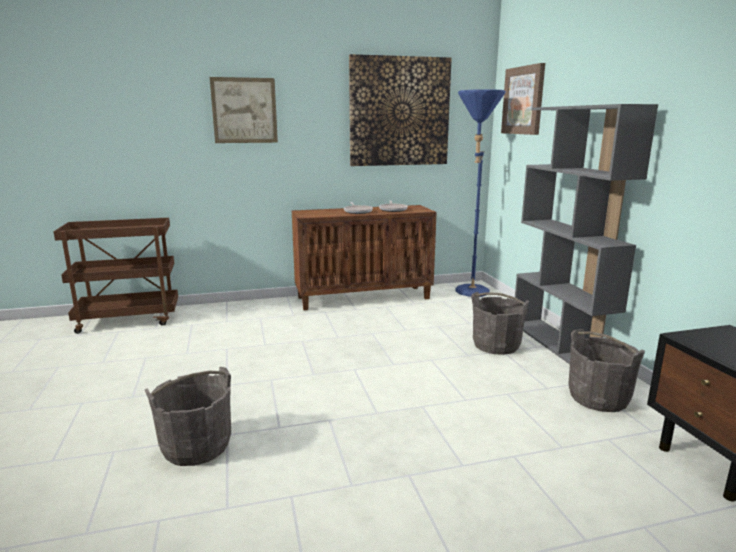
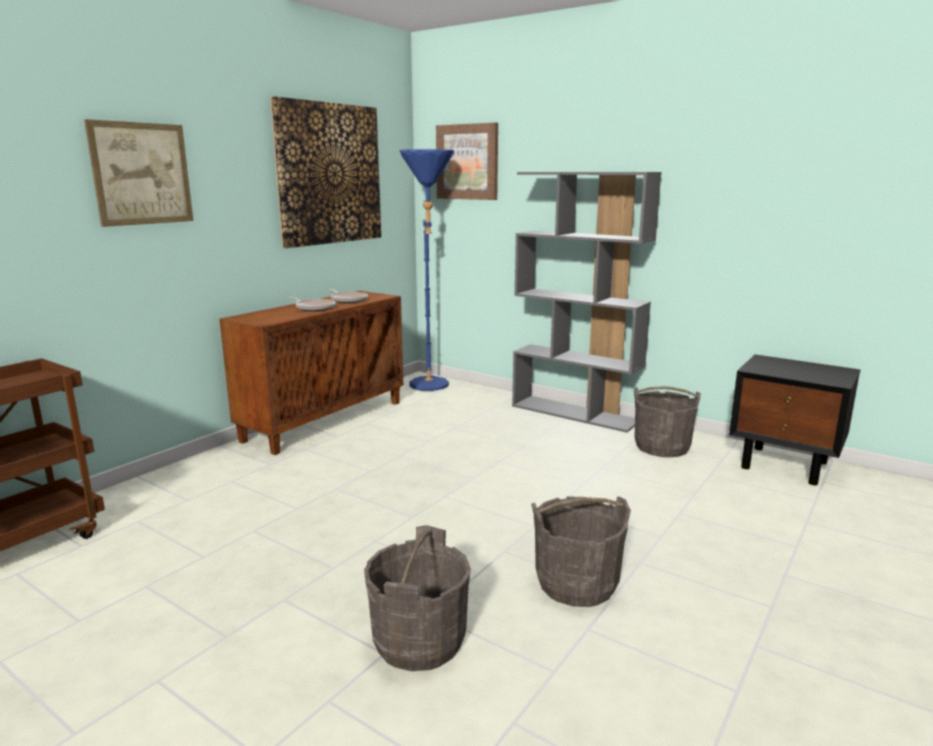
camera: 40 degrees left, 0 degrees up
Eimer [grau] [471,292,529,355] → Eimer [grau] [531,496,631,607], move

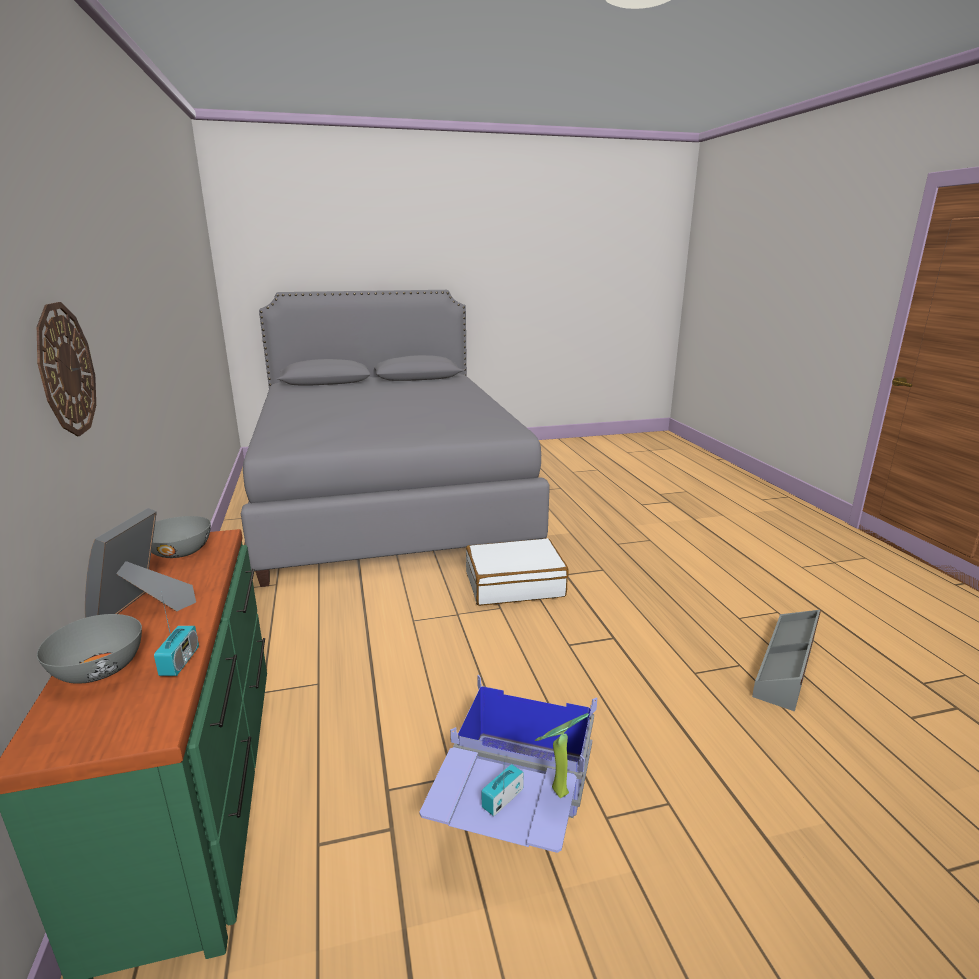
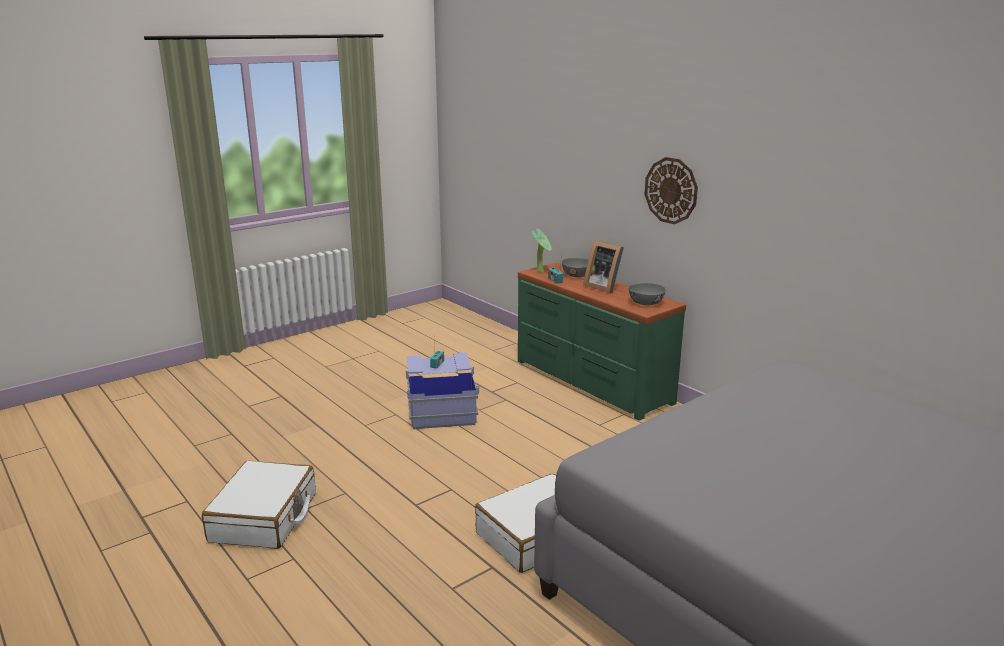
camera: 155 degrees right, 0 degrees up
Bilderrahmen [85,508,196,618] → Bilderrahmen [583,241,624,293], 150 degrees clockwise
Aufbewahrungsbox [grau] [752,610,821,712] → Koffer [weiß] [202,461,316,549]
Topfpflanze [535,713,589,798] → Topfpflanze [532,229,552,273], move

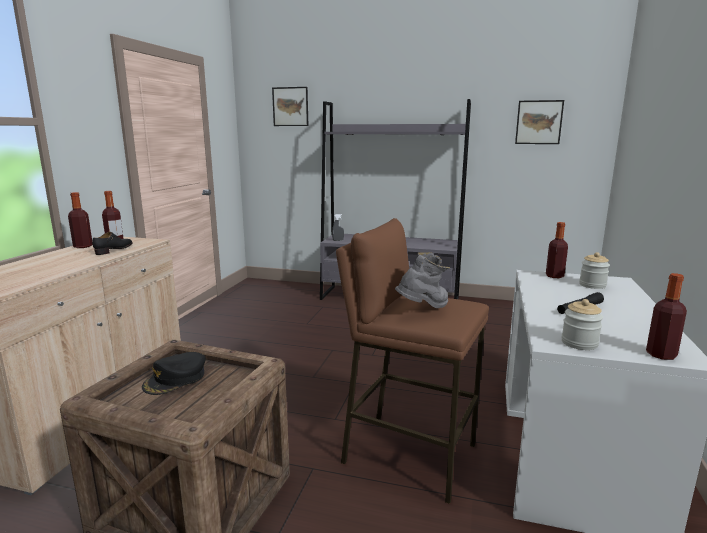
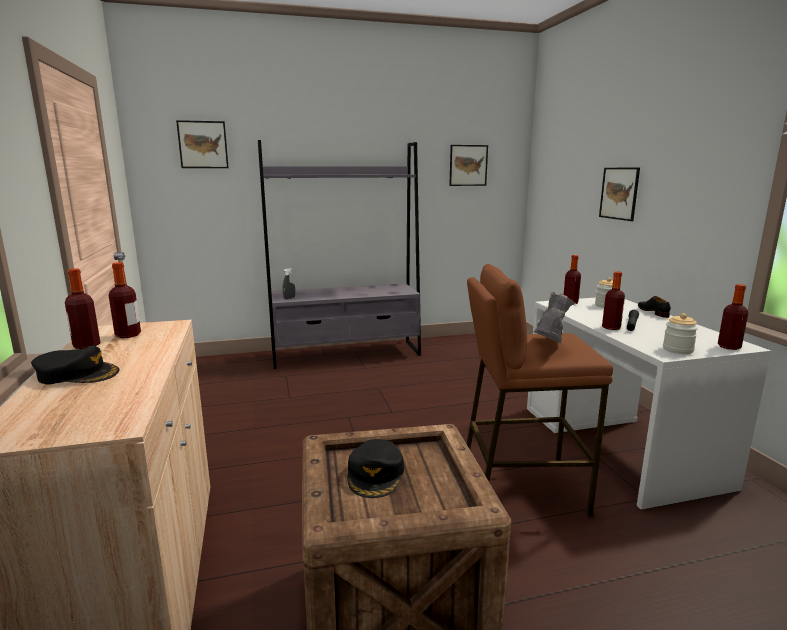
camera: 30 degrees left, 0 degrees up
Schuh [schwarz] [92,232,132,255] → Schuh [schwarz] [638,296,671,318], move
- → Bild [599,168,640,221]
- → Flasche [602,271,625,330]
- → Kappe [schwarz] [31,346,120,384]

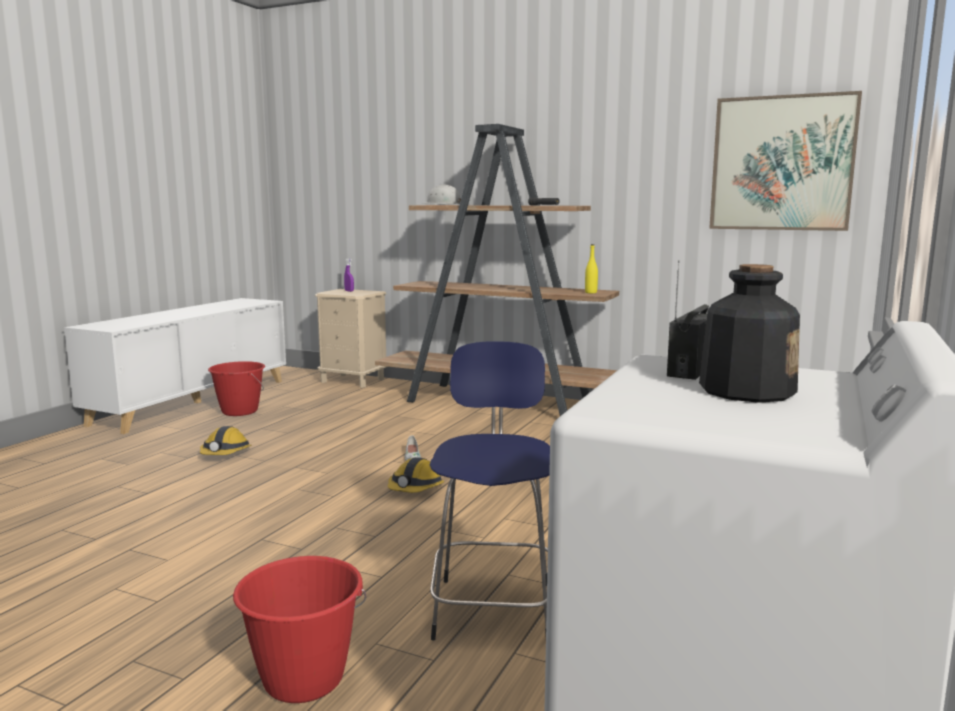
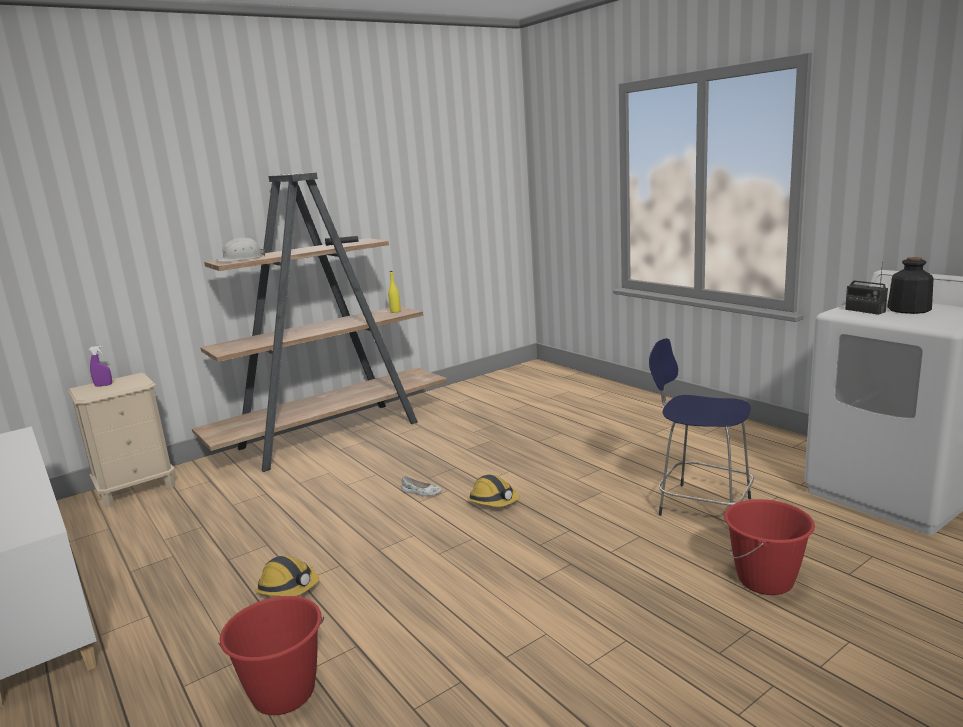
camera: 60 degrees left, 5 degrees up
Bild [709,91,862,231] → -
Eimer [rot] [208,361,265,416] → Eimer [rot] [218,596,324,715], move

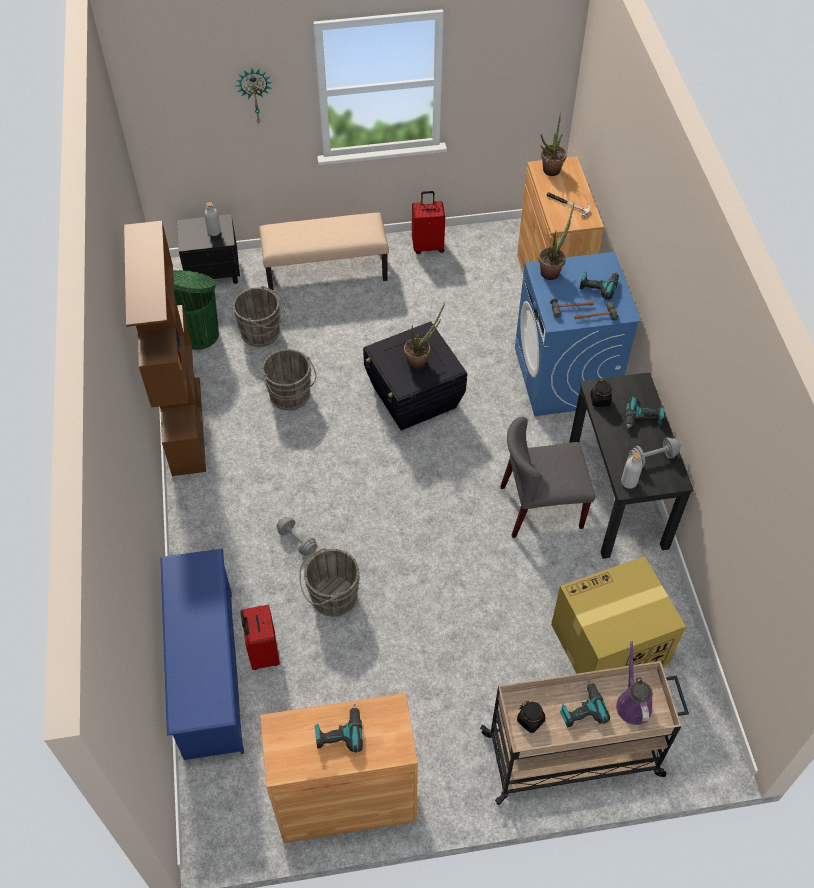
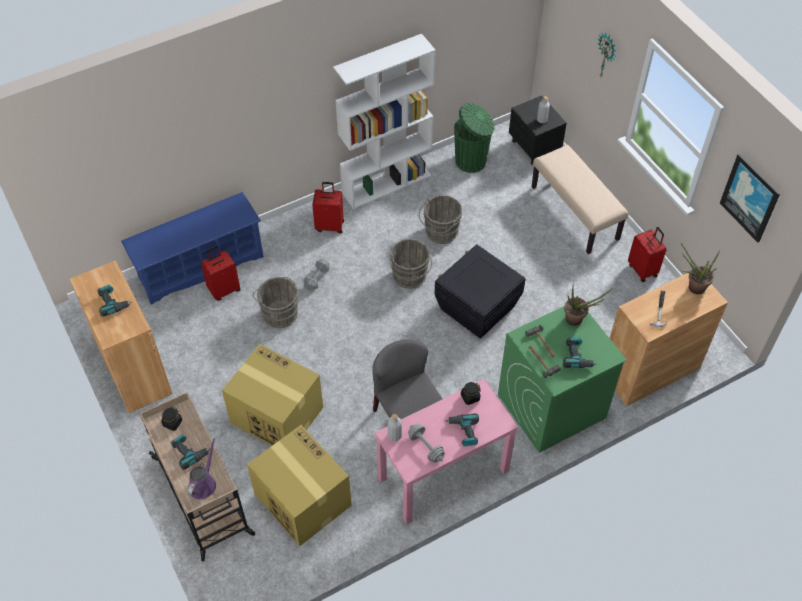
camera: 70 degrees right, 0 degrees up
Bücherregal [braun] [124,221,206,476] → Bücherregal [weiß] [333,34,436,209]
Waschmaschine [blau] [515,252,641,416] → Waschmaschine [grün] [498,306,627,453]
Eimer [grau] [233,286,285,347] → Eimer [grau] [389,239,432,289], move
Topfpflanze [404,302,445,370] → -
Schreibtisch [schwarz] [569,372,693,559] → Schreibtisch [rosa] [375,379,518,525]
Gießkanne [lila] [616,641,653,725] → Gießkanne [lila] [188,438,216,500], 45 degrees counterclockwise
- → Bild [720,154,780,243]
- → Koffer [rot] [312,182,344,234]
- → Karton [222,344,323,446]

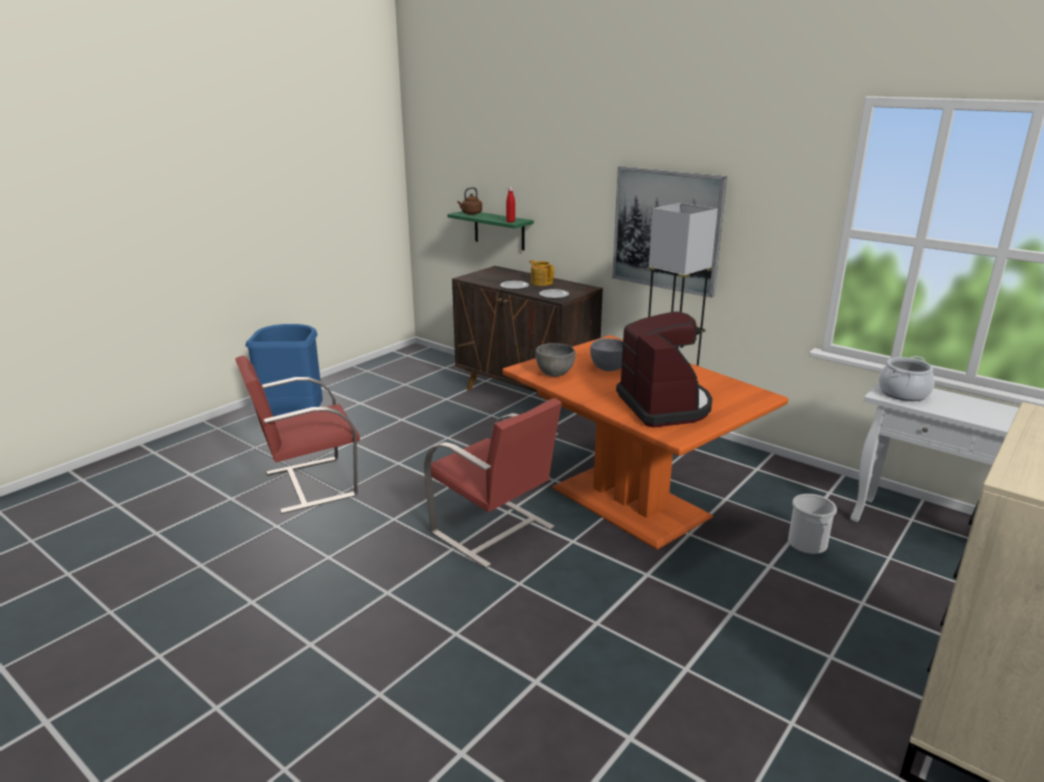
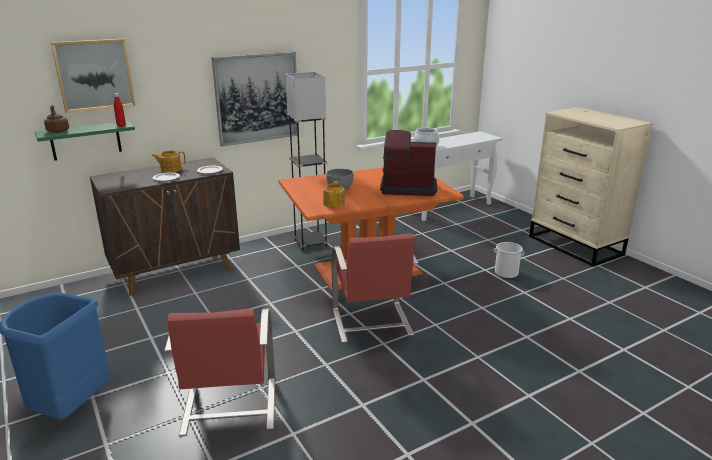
camera: 70 degrees left, 0 degrees up
Schüssel [grau] [535,343,575,377] → Teekanne [323,181,345,208]
Stuhl [rot] [424,398,562,568] → Stuhl [rot] [331,233,418,343], 105 degrees clockwise
Eimer [788,494,837,554] → Eimer [494,242,524,278], move
- → Bild [51,39,135,113]

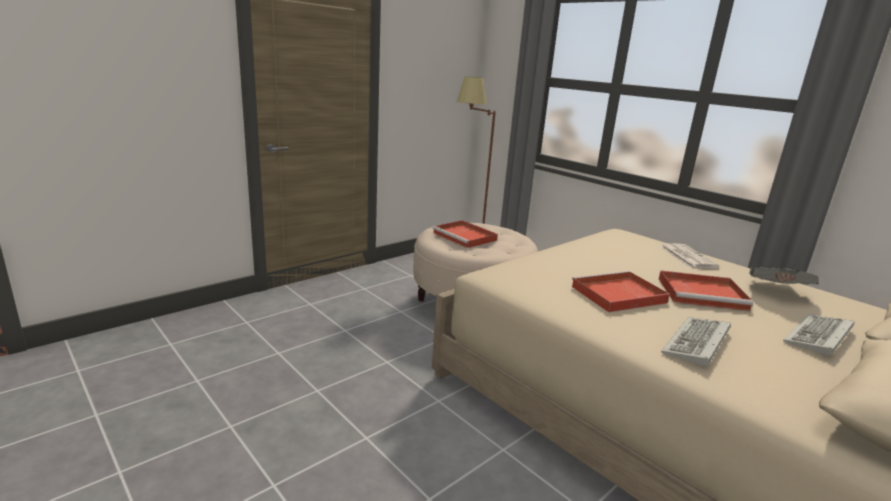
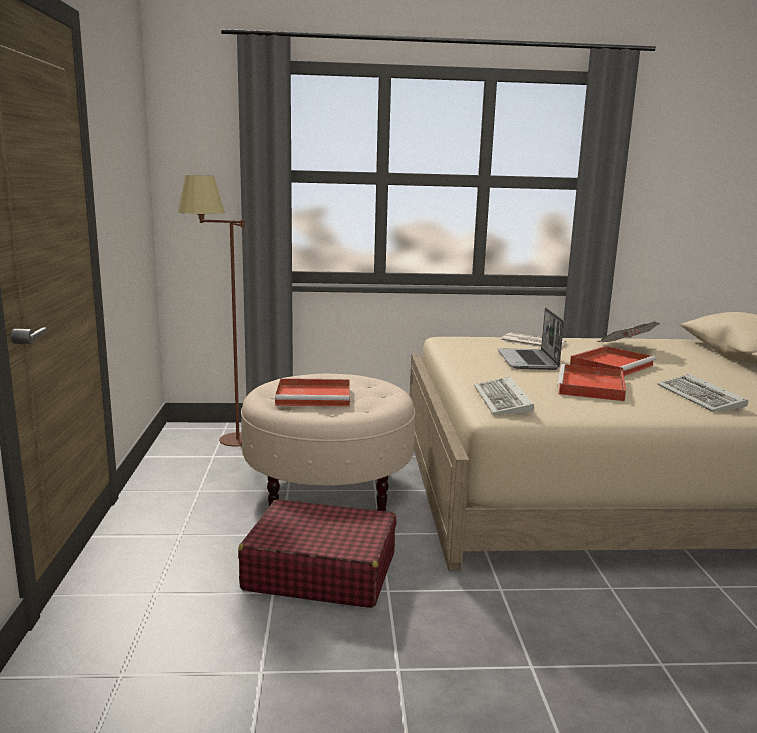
camera: 50 degrees left, 5 degrees down
Tastatur [783,314,854,356] → Tastatur [474,377,534,415], move
- → Laptop [498,308,564,370]
- → Koffer [rot] [238,500,397,608]

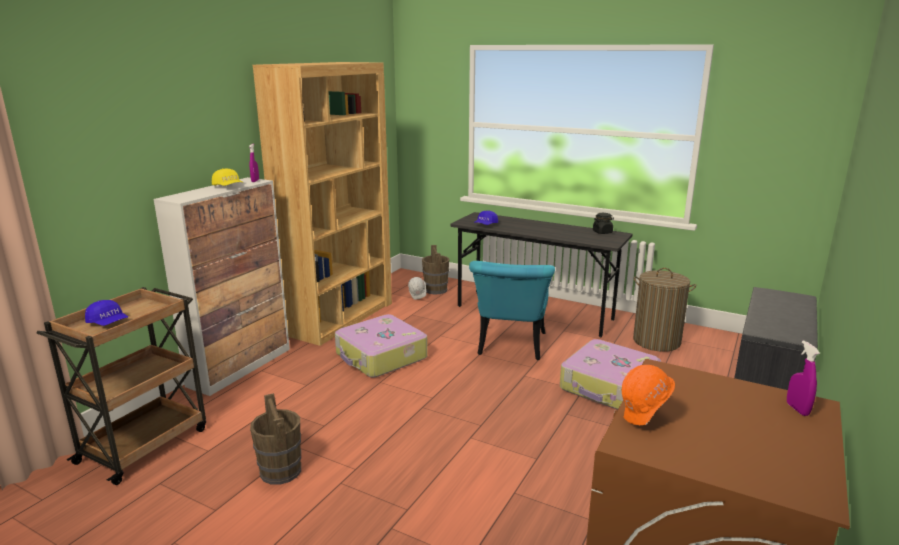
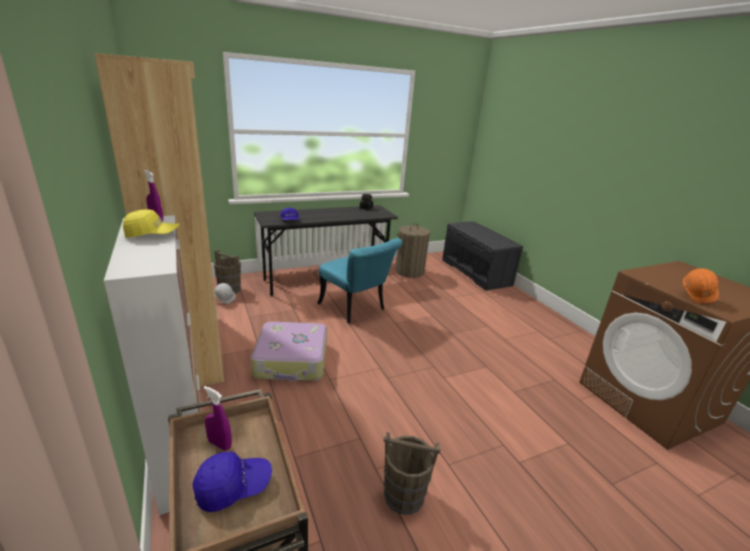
camera: 55 degrees left, 5 degrees up
Koffer [560,339,661,410] → -
Sprühflasche [lila] [787,340,820,416] → Sprühflasche [lila] [203,386,232,451], move

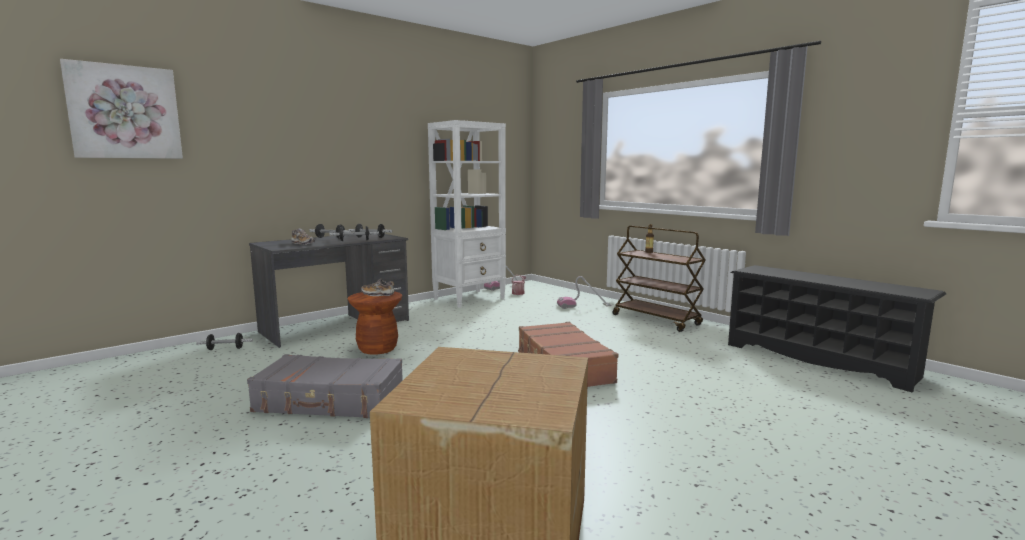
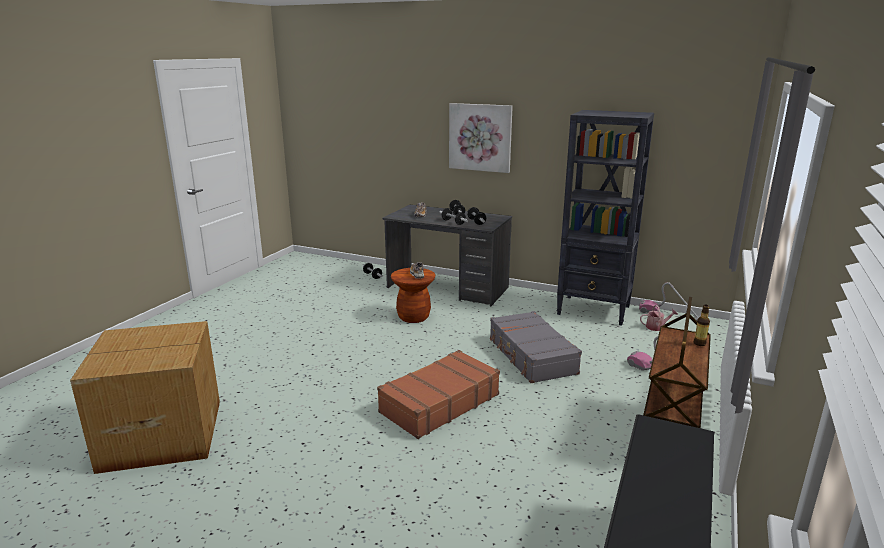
camera: 65 degrees right, 10 degrees up
Bild [60,59,183,159] → Bild [449,103,513,173], move
Bücherregal [weiß] [428,120,506,308] → Bücherregal [schwarz] [557,110,654,326]
Koffer [grau] [247,354,403,418] → Koffer [grau] [490,311,582,383], move

